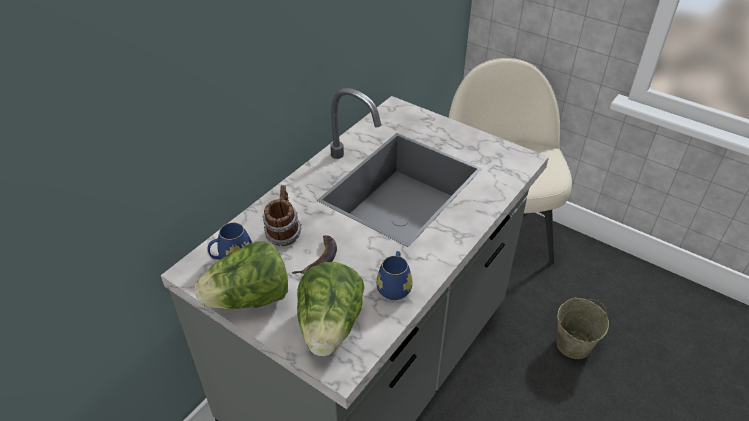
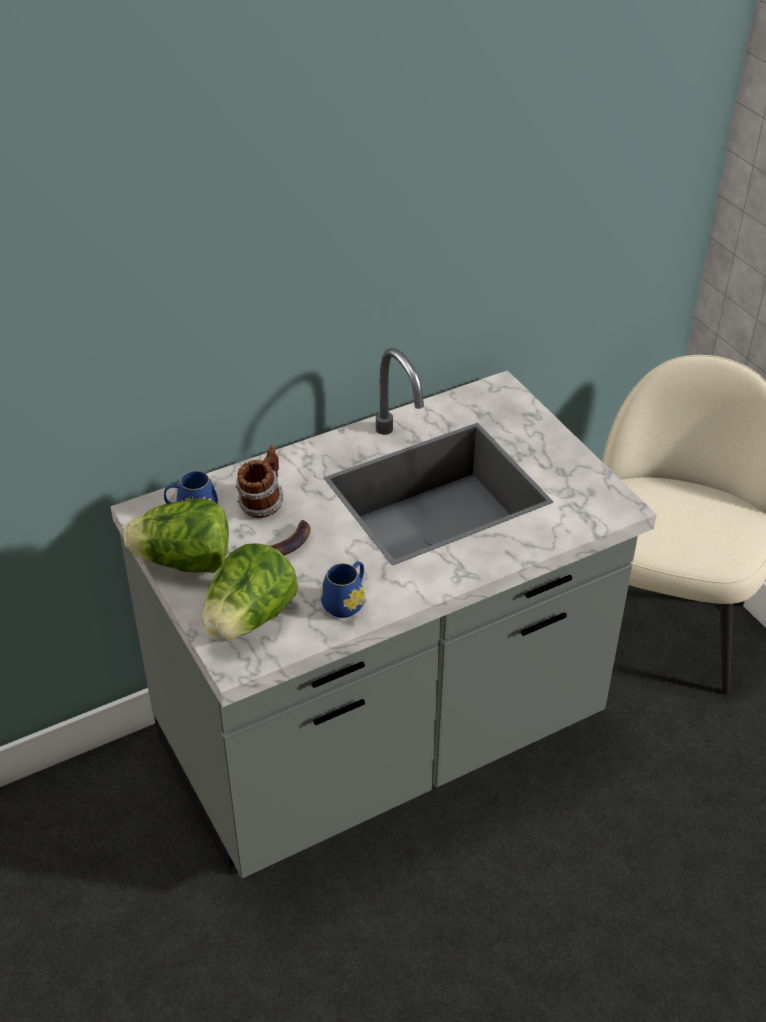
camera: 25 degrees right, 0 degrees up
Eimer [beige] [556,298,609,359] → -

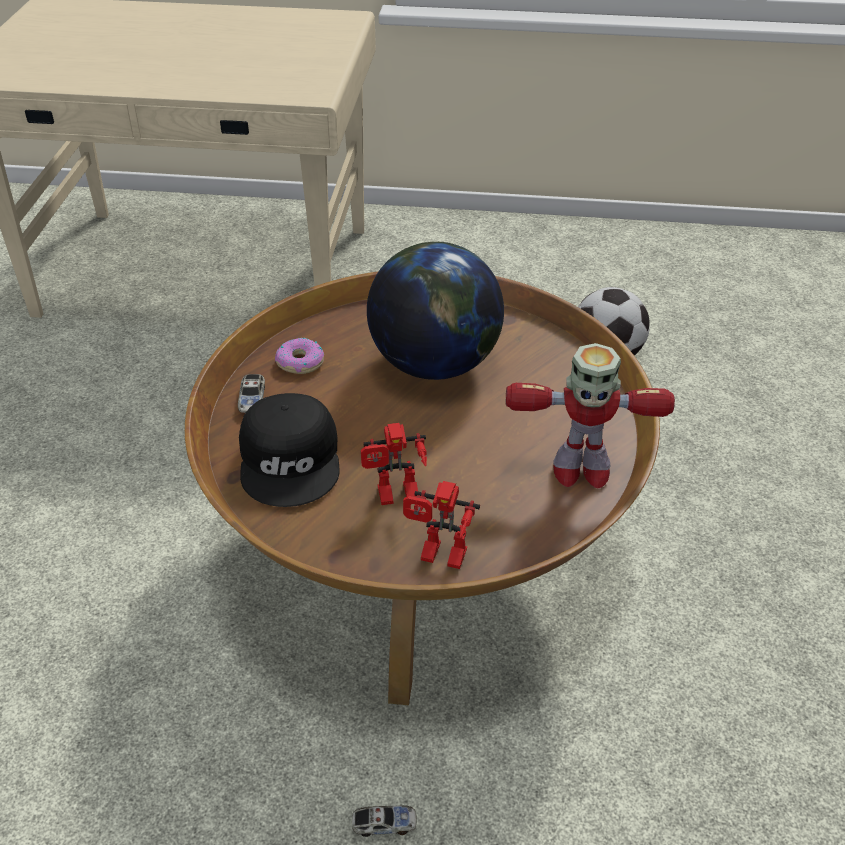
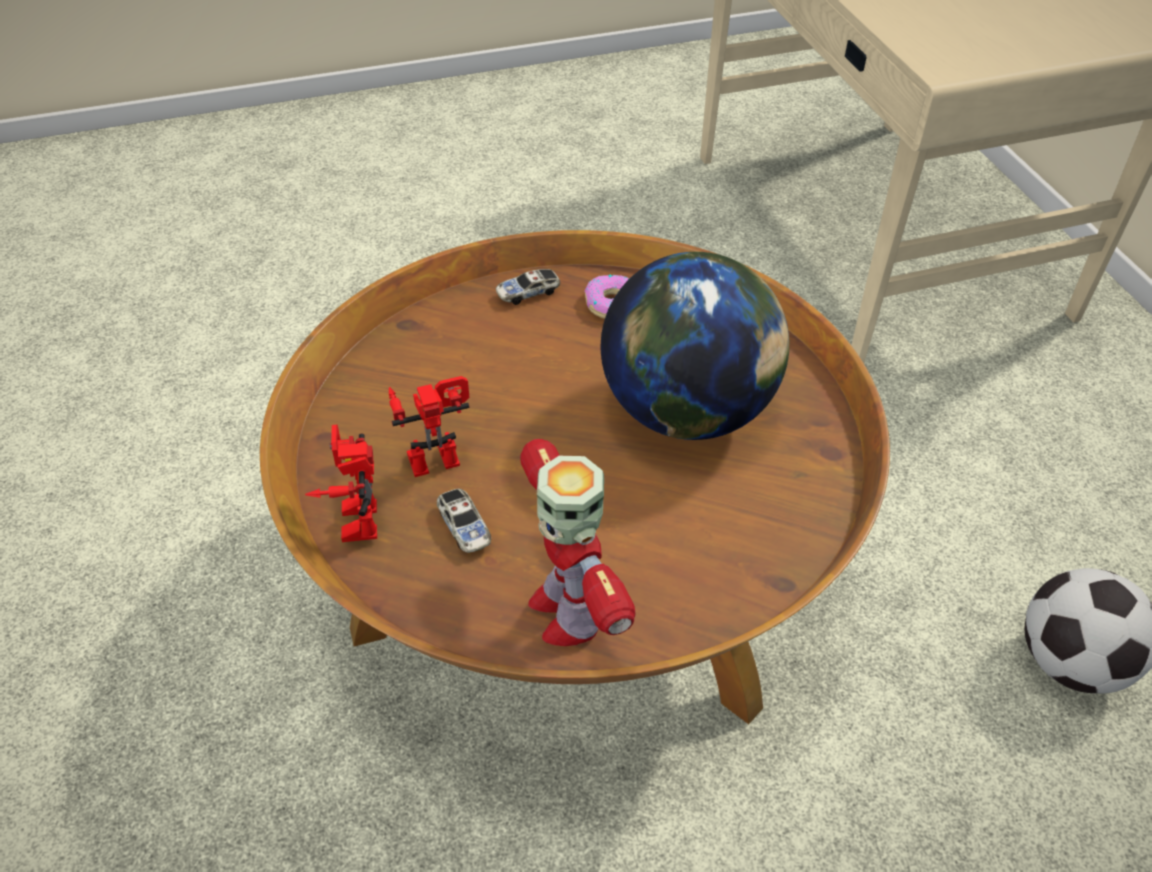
camera: 65 degrees right, 5 degrees up
Kappe [schwarz] [239,393,340,507] → -
Spielzeugroboter [361,423,427,505] → Spielzeugroboter [389,376,469,477], 105 degrees clockwise
Spielzeugauto [352,805,417,837] → Spielzeugauto [437,488,491,553], move

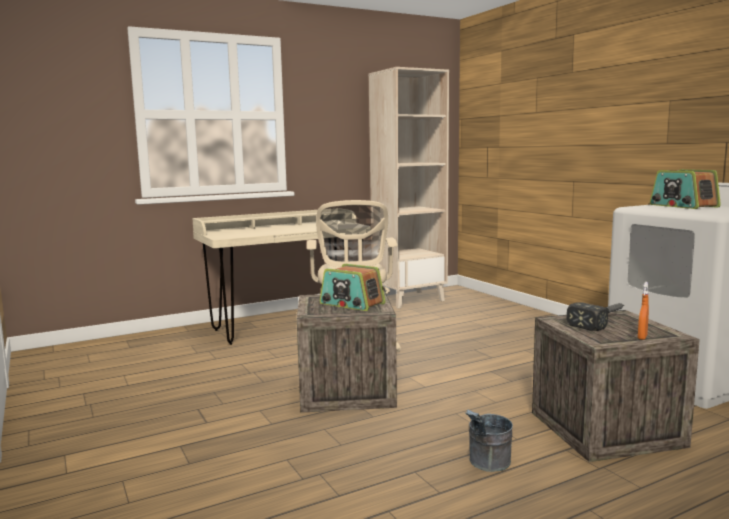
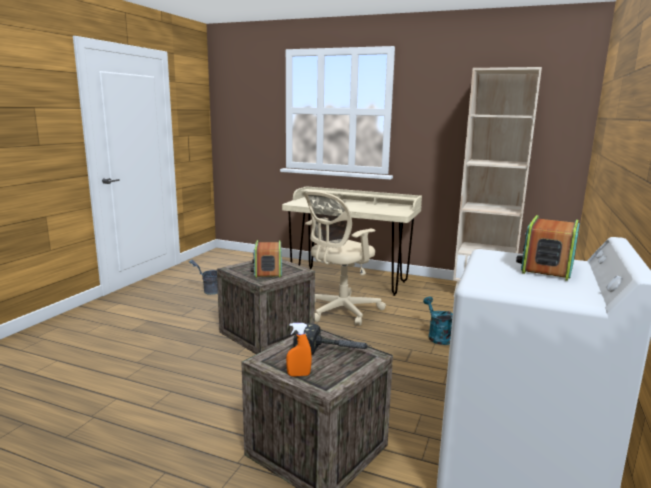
camera: 50 degrees right, 5 degrees up
Eimer [grau] [465,409,513,472] → Eimer [grau] [188,259,218,295], move
- → Gießkanne [türkis] [423,297,453,345]

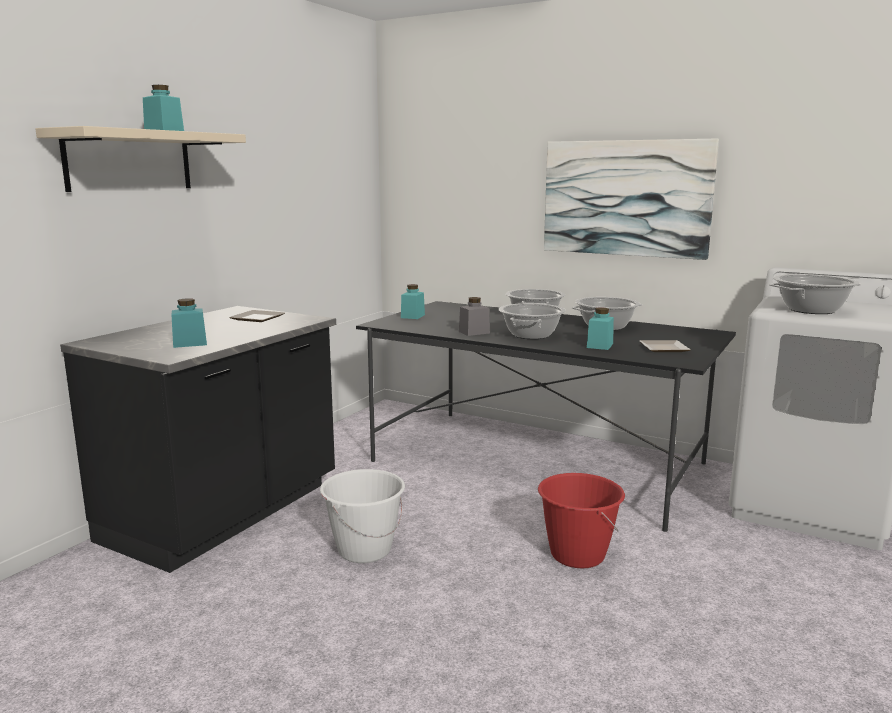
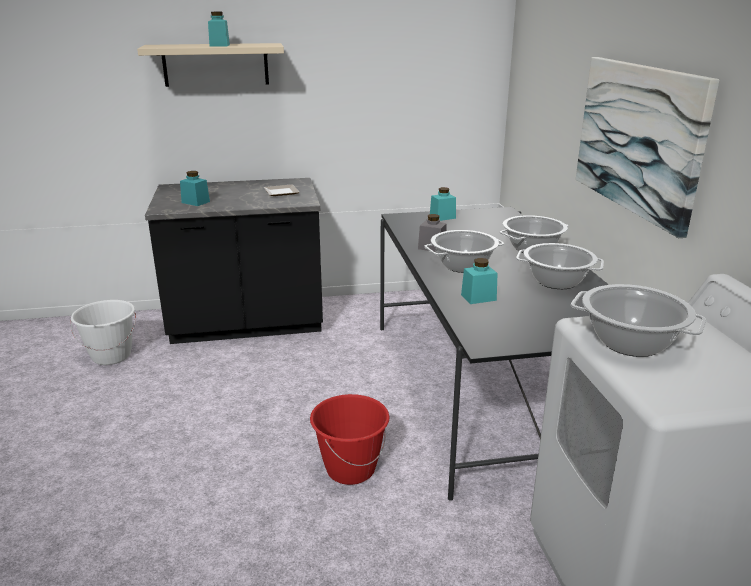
camera: 50 degrees right, 10 degrees up
Teller [640,340,691,352] → -
Eimer [weiß] [320,469,405,563] → Eimer [weiß] [71,300,136,365], move

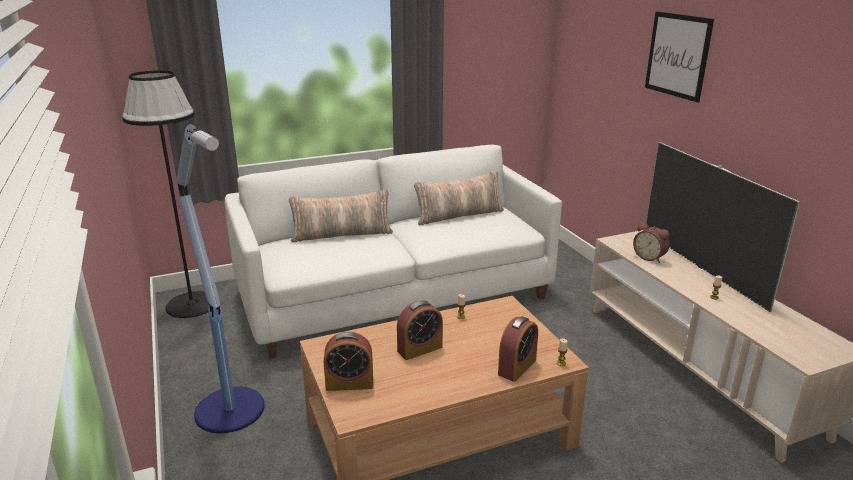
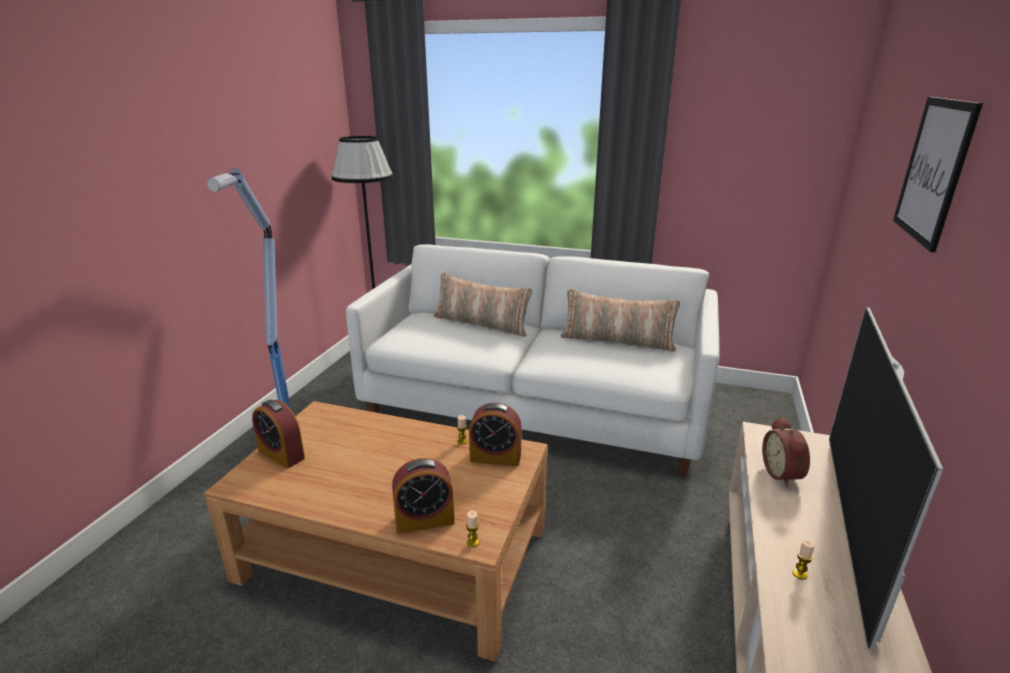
camera: 40 degrees right, 0 degrees up
Wecker [397,300,443,360] → Wecker [469,403,522,466], move

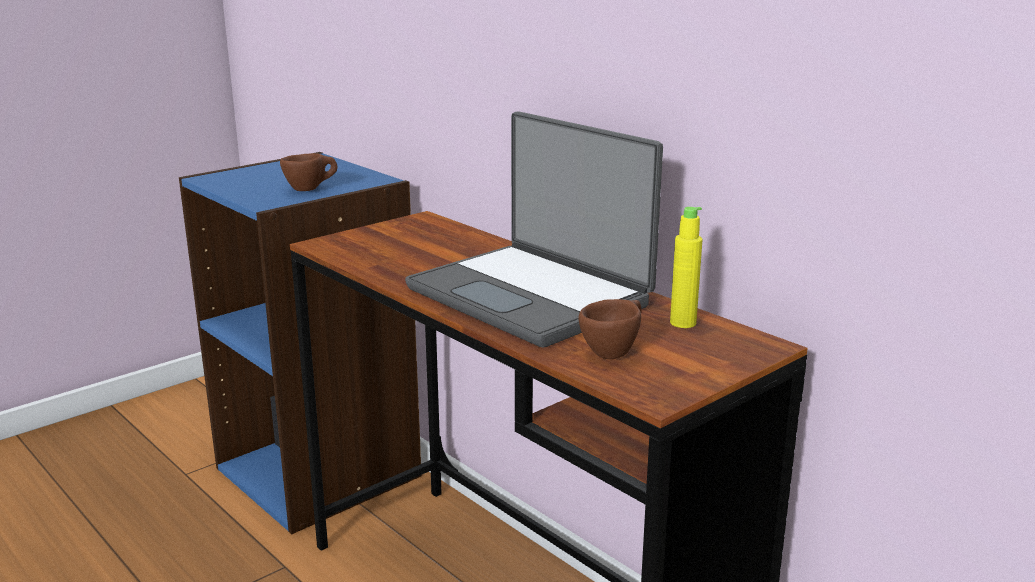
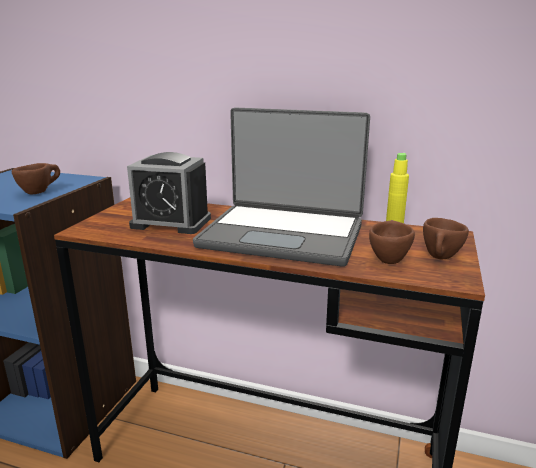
camera: 30 degrees left, 0 degrees up
- → Wecker [127,152,211,234]
- → Tasse [braun] [423,218,469,259]

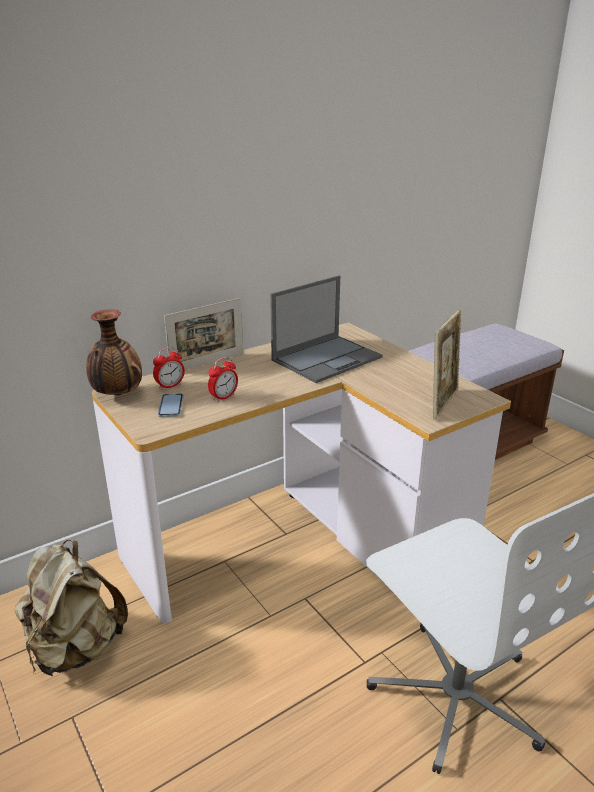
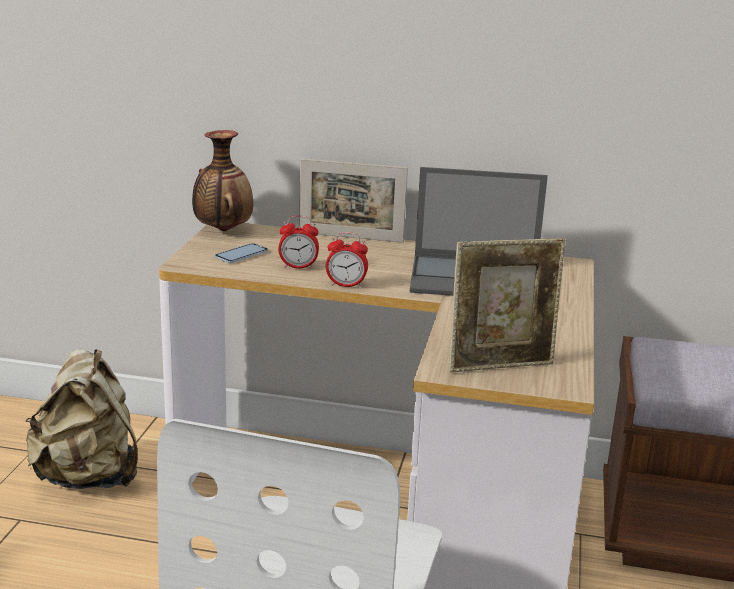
camera: 45 degrees right, 5 degrees down
Wecker [153,347,185,390] → Wecker [326,232,368,288], move

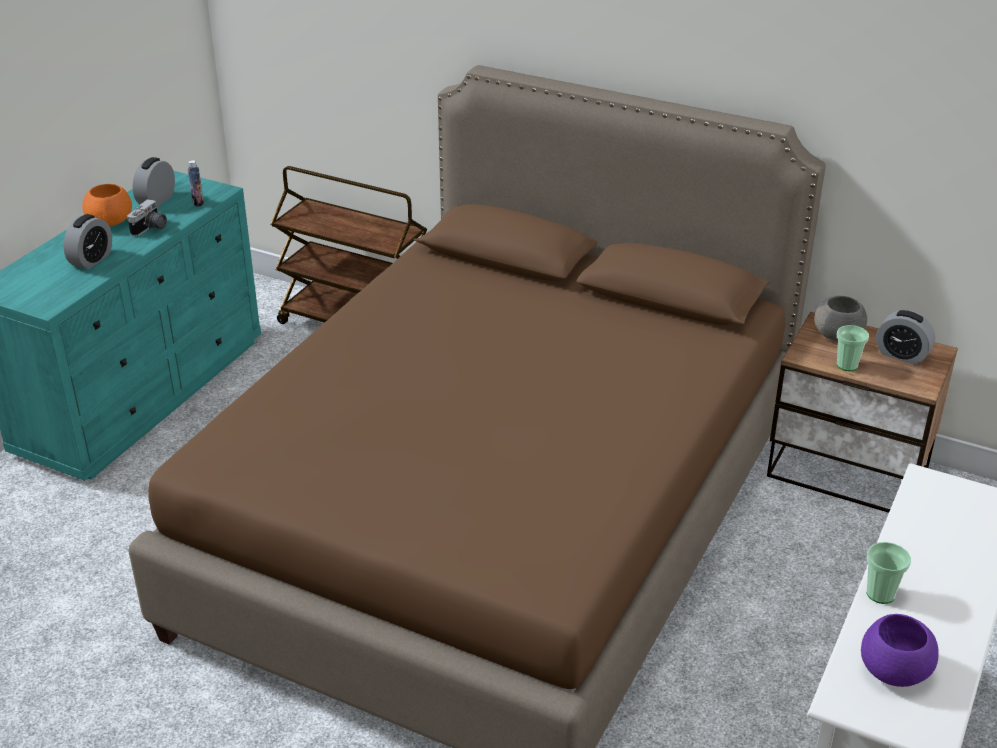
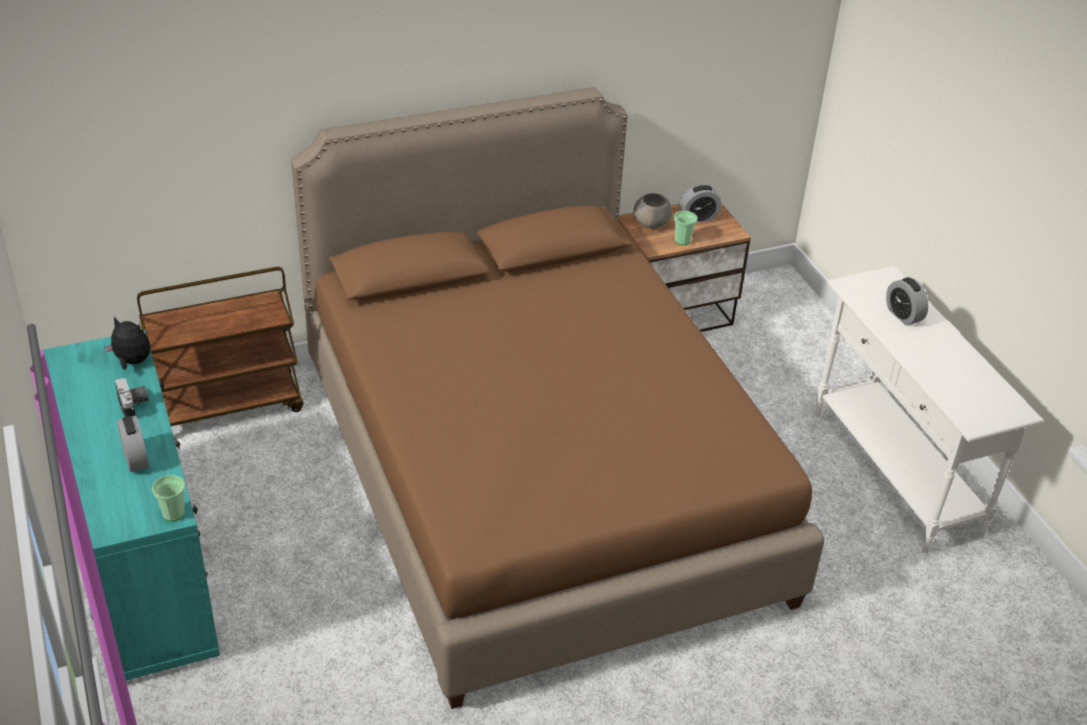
camera: 50 degrees left, 5 degrees up
Wecker [133,157,175,207] → Wecker [886,277,928,326], move
Flasche [188,160,204,207] → Plüschtier [104,317,150,370]
Schüssel [orange] [82,184,132,226] → -
Tasse [866,542,911,604] → Tasse [152,475,185,522], move
Schüssel [lila] [861,614,939,687] → -

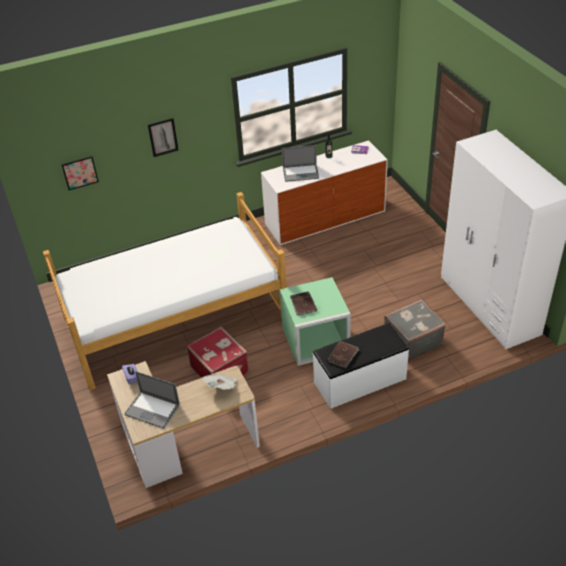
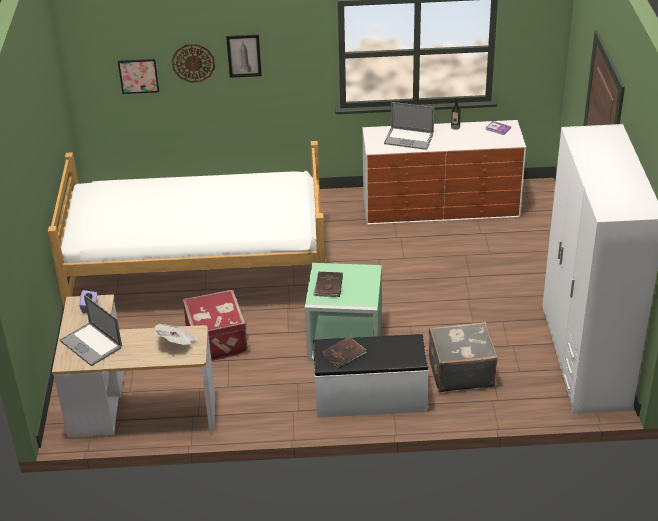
camera: 20 degrees right, 5 degrees down
- → Wanduhr [172,44,215,83]

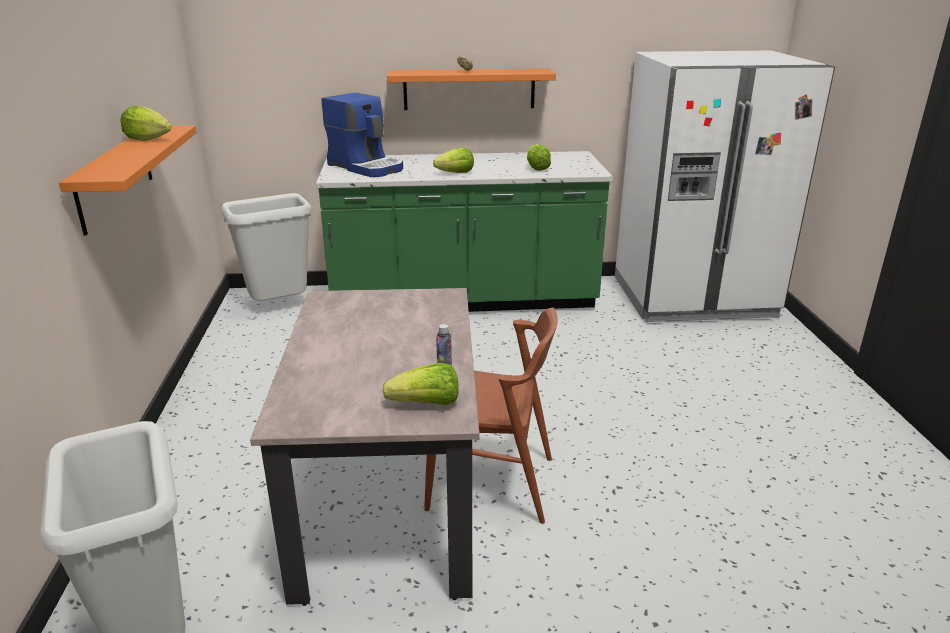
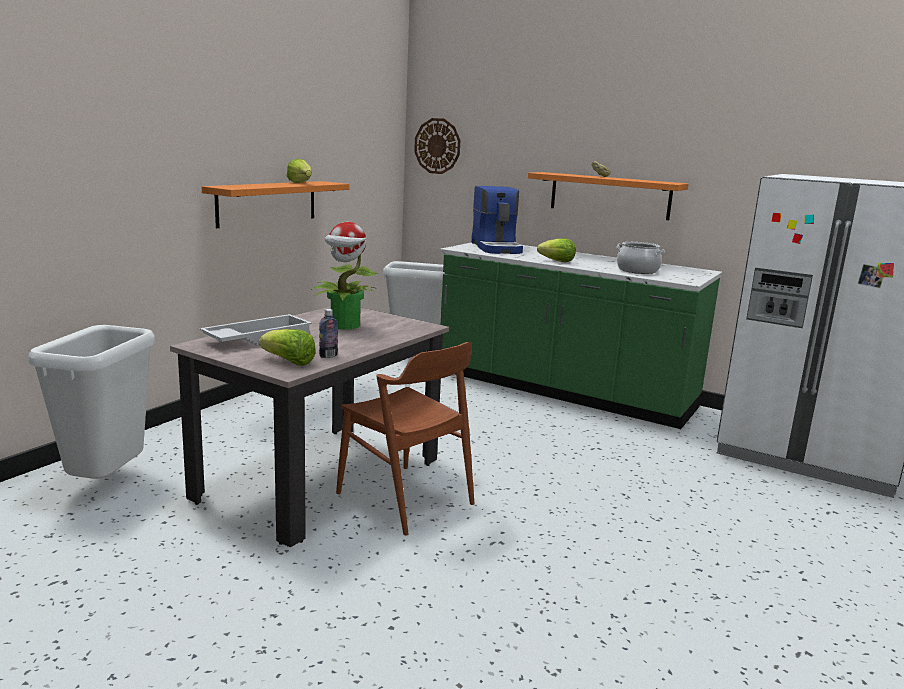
camera: 35 degrees right, 10 degrees down
Salatkopf [527,144,551,171] → Kochtopf [616,242,665,274]
- → Wanduhr [414,118,461,174]
- → Topfpflanze [311,222,379,330]
- → Tablett [weiß] [200,314,312,345]

